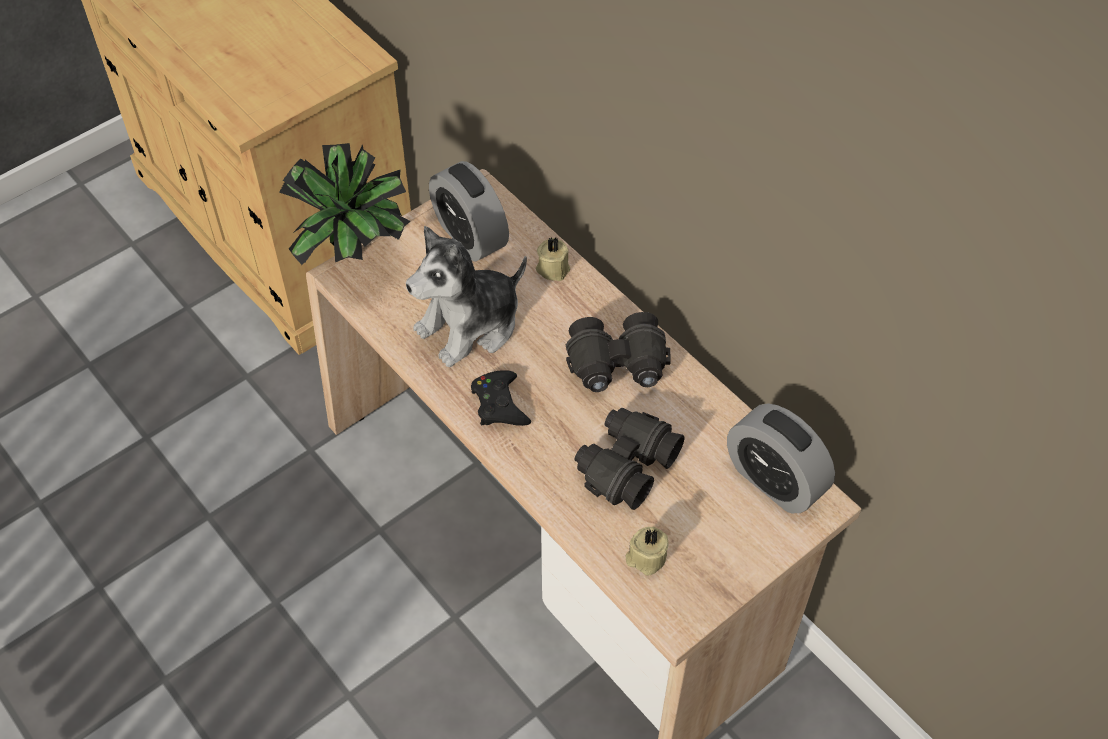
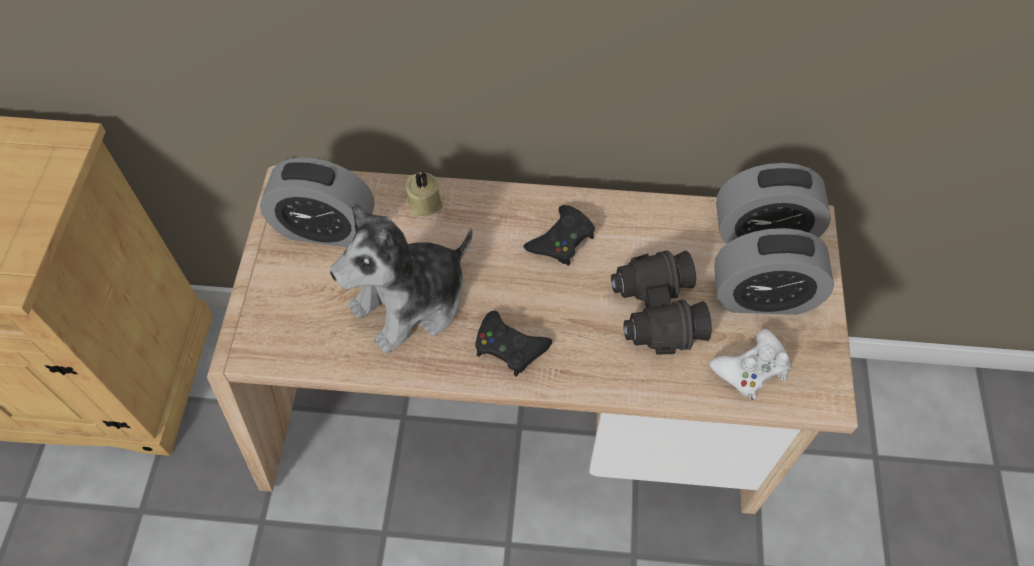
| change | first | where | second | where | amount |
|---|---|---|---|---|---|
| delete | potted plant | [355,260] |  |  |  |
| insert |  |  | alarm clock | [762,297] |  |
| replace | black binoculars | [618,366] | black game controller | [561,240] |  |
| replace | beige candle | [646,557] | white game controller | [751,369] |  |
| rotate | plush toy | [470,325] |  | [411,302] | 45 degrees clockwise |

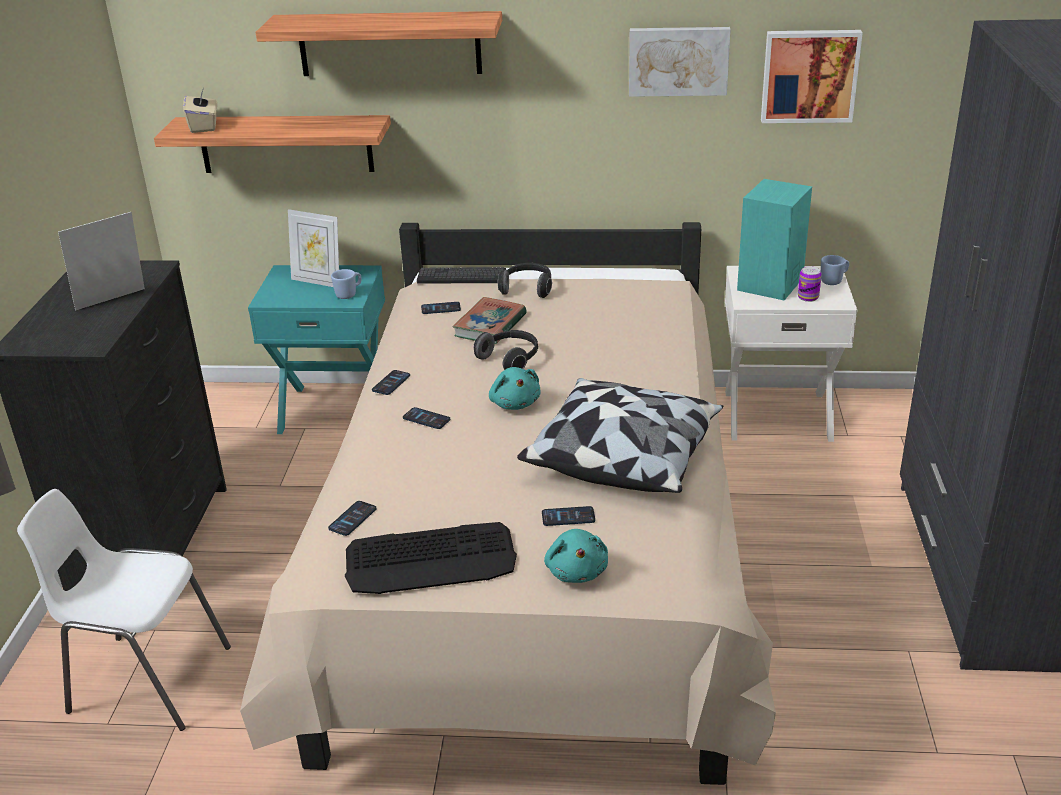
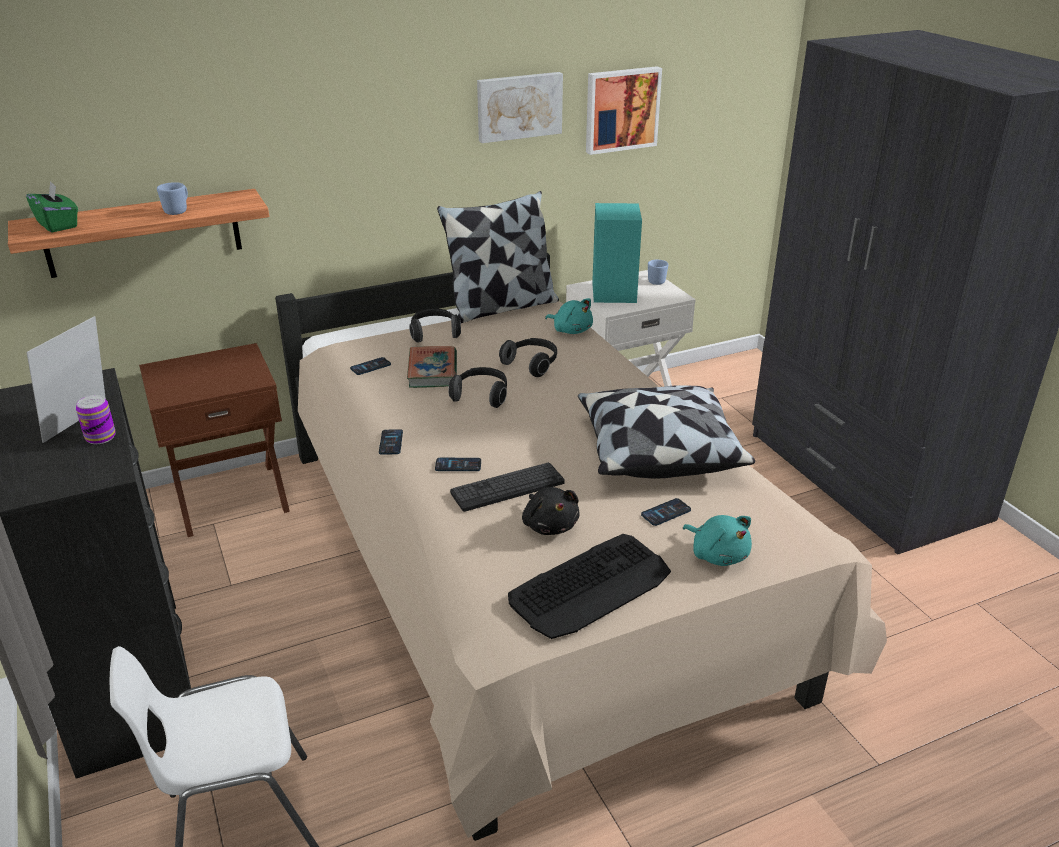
| change | first | where | second | where | amount |
|---|---|---|---|---|---|
| delete | shelf | [389,44] |  |  |  |
| delete | picture frame | [318,281] |  |  |  |
| delete | phone | [352,519] |  |  |  |
| insert |  |  | pillow | [501,307] |  |
| insert |  |  | headphones | [531,364] |  |
| insert |  |  | black plush toy | [549,525] |  |
| move | blue mug | [349,294] |  | [178,211] |  |
| move | keyboard | [461,277] |  | [507,488] |  |
| move | turquoise plush toy | [515,403] |  | [571,330] |  |
| move | can | [808,297] |  | [100,437] |  |
| recolor | beige tissue box | [204,126] | green tissue box | [58,224] |  |
| recolor | turquoise nightstand | [335,409] | brown nightstand | [231,497] |  |

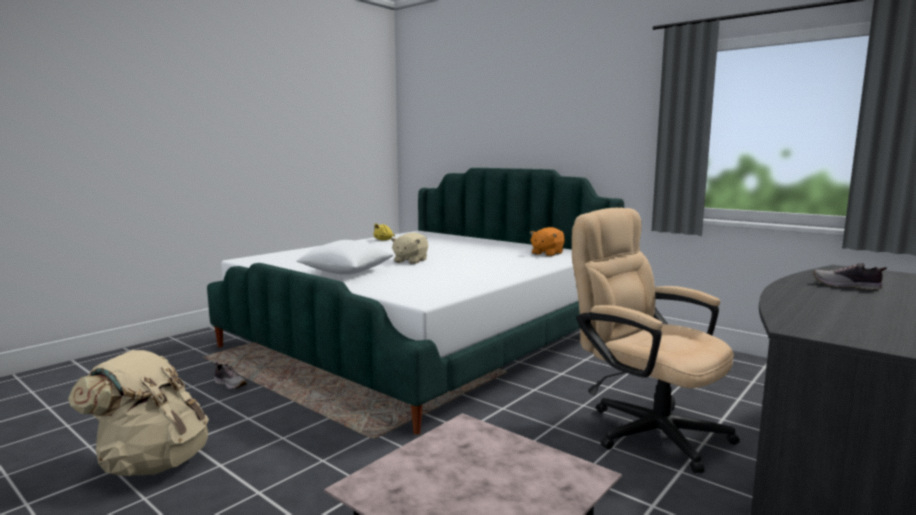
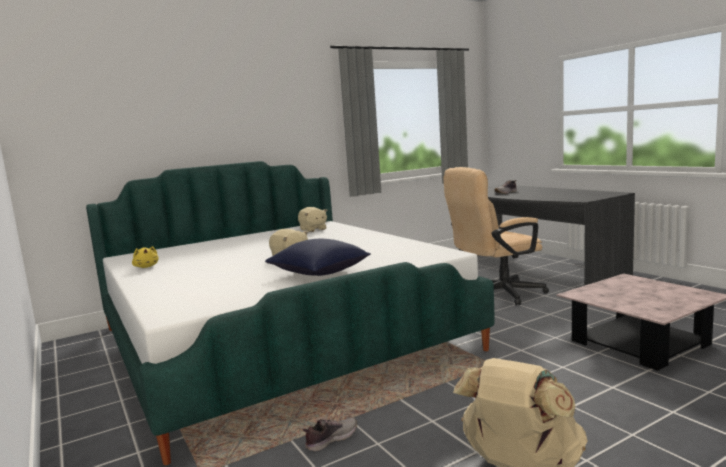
| change | first | where | second | where | amount |
|---|---|---|---|---|---|
| recolor | white pillow | [346,272] | blue pillow | [319,273] |  |
| recolor | orange plush toy | [546,253] | beige plush toy | [313,229] |  |

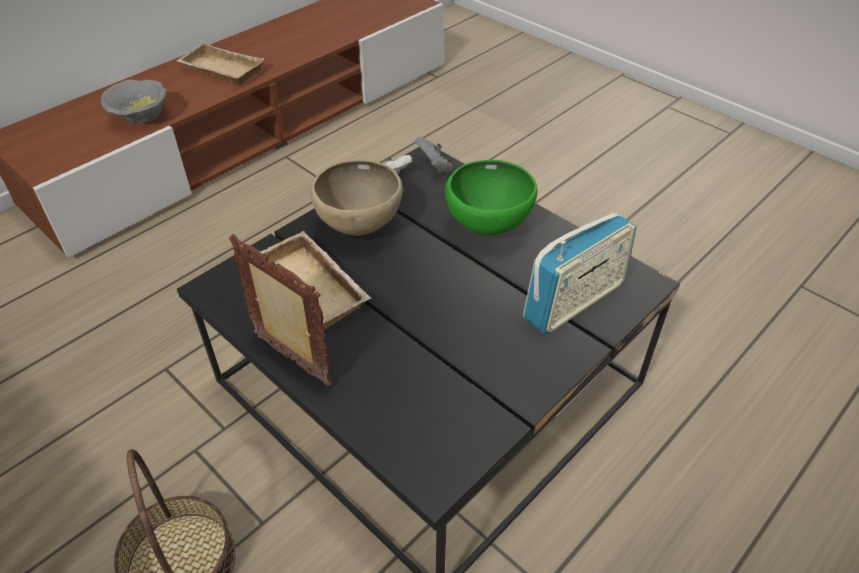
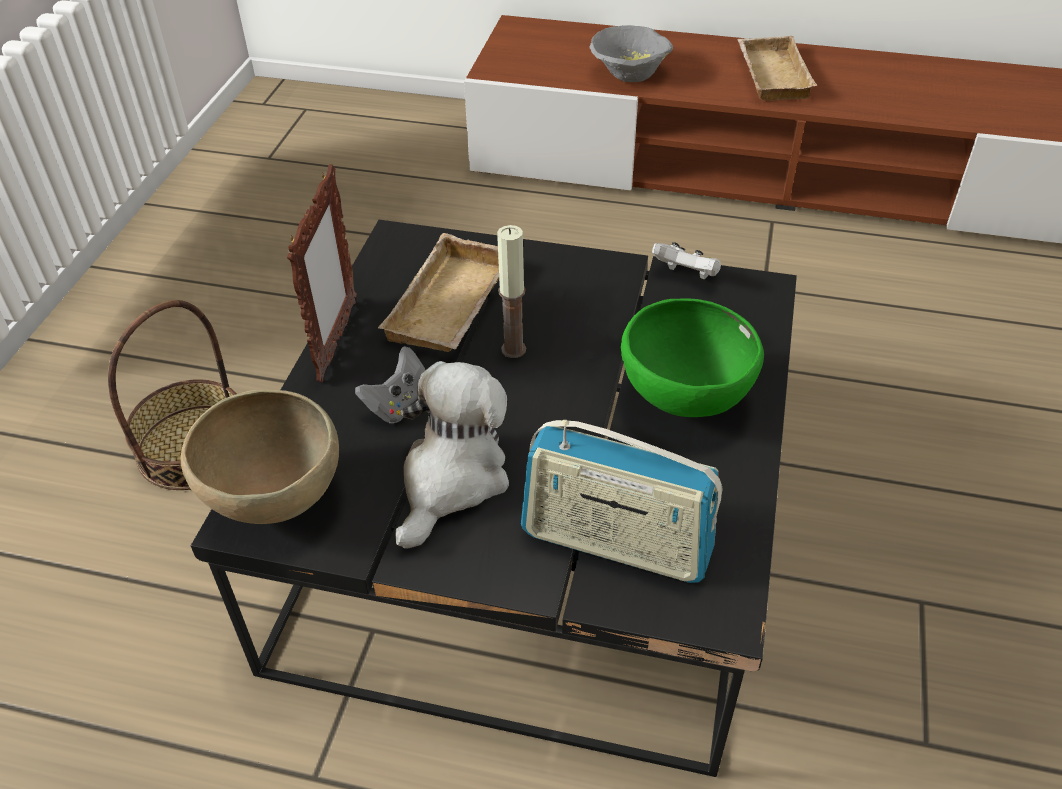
| change | first | where | second | where | amount |
|---|---|---|---|---|---|
| insert |  |  | plush toy | [452,479] |  |
| insert |  |  | candle | [513,349] |  |
| move | brown bowl | [360,227] |  | [275,500] |  |
| move | grey game controller | [434,167] |  | [399,403] |  |

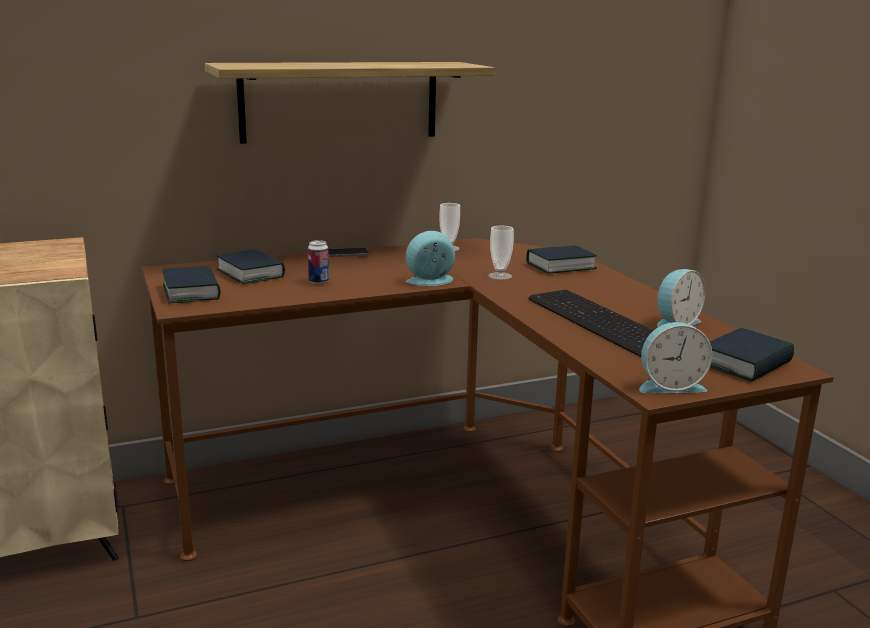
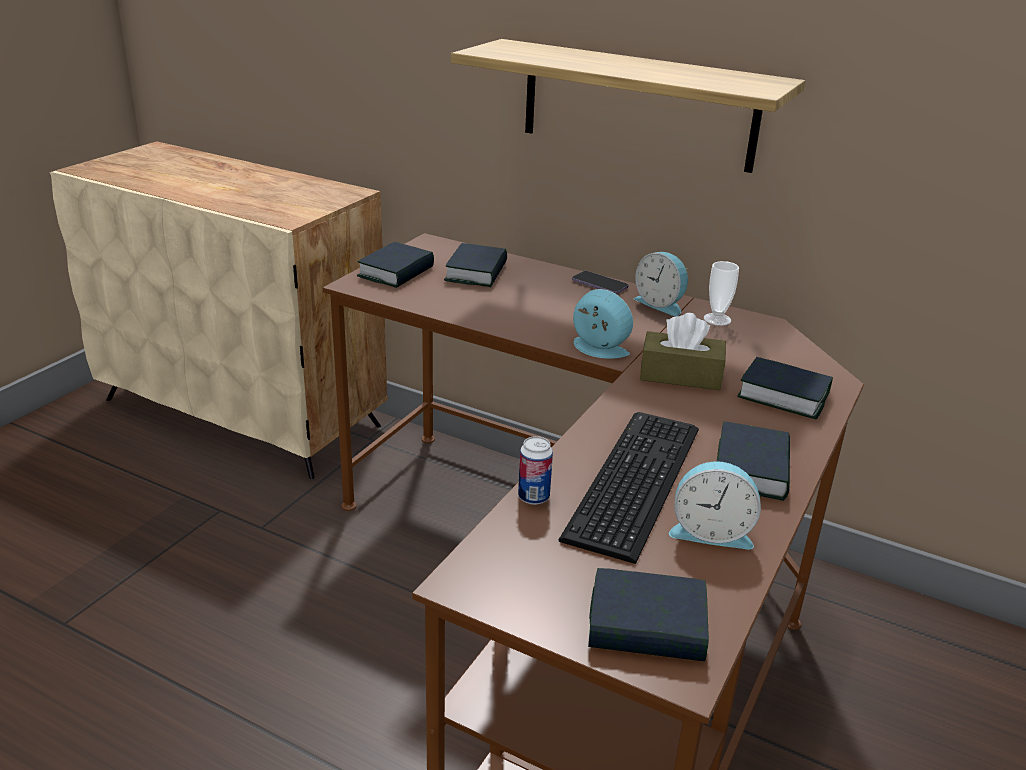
| change | first | where | second | where | amount |
|---|---|---|---|---|---|
| insert |  |  | book | [751,470] |  |
| move | can | [318,282] |  | [533,497] |  |
| move | alarm clock | [669,386] |  | [661,304] |  |
| replace | cup | [500,276] | brown tissue box | [680,375] |  |

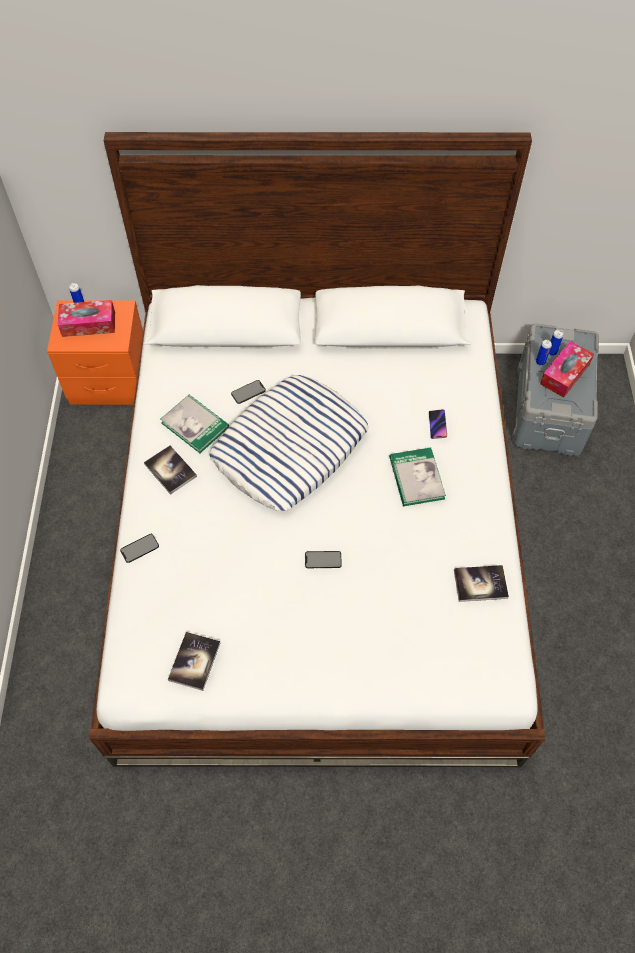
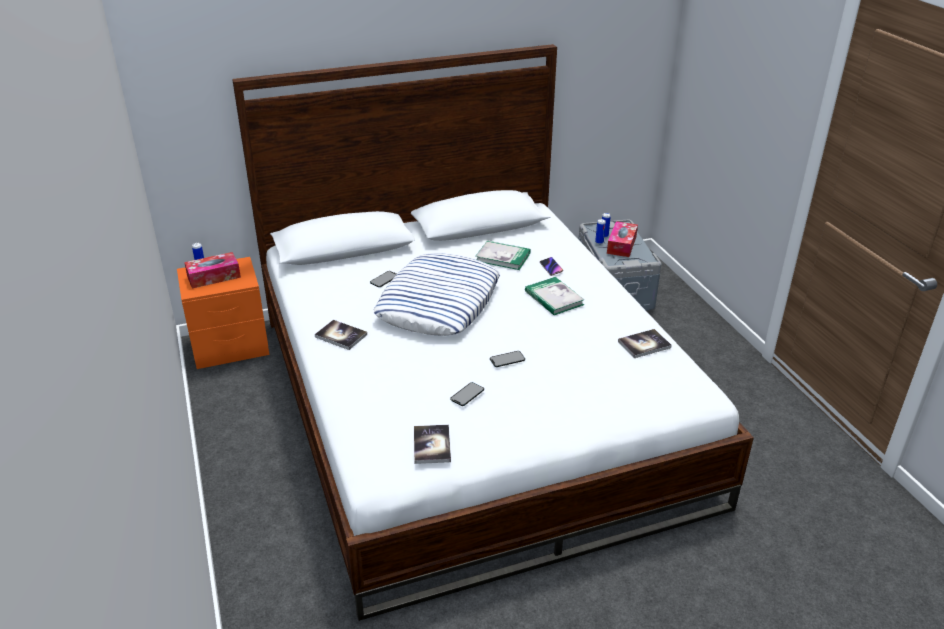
| change | first | where | second | where | amount |
|---|---|---|---|---|---|
| move | phone | [139,548] |  | [467,394] |  |
| move | book | [195,425] |  | [503,257] |  |

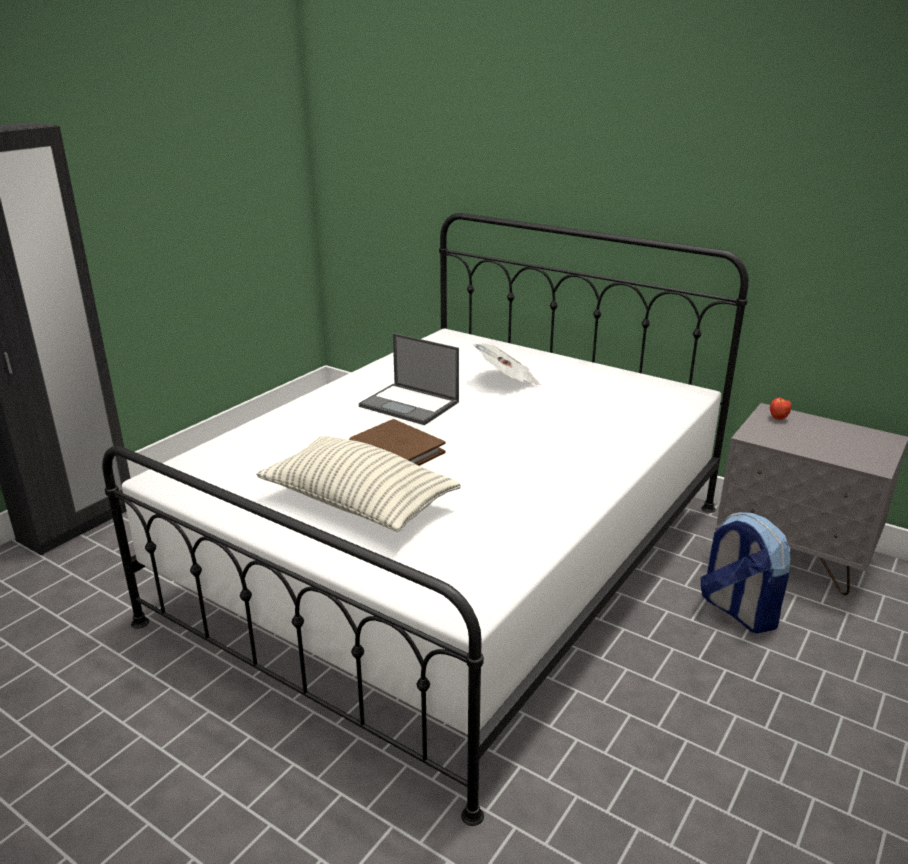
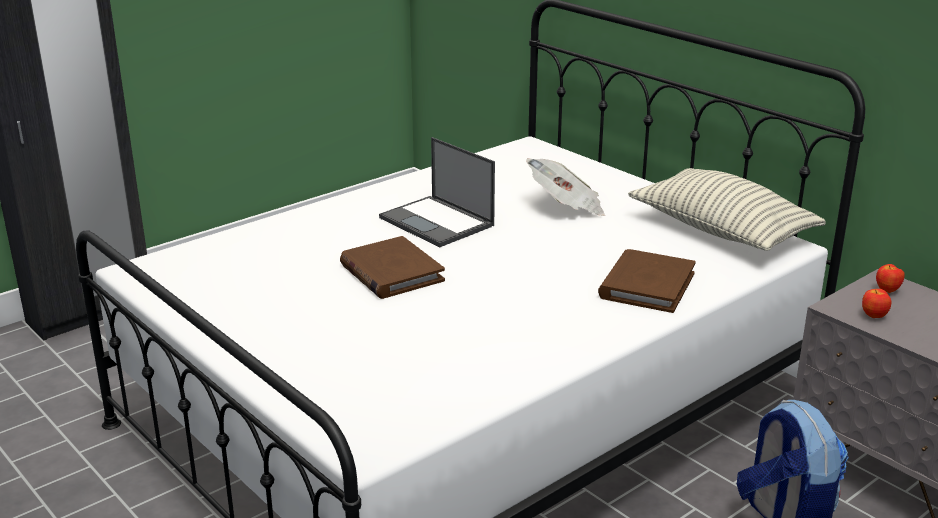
| change | first | where | second | where | amount |
|---|---|---|---|---|---|
| insert |  |  | brown book | [646,285] |  |
| insert |  |  | apple | [874,316] |  |
| move | pillow | [358,503] |  | [721,231] |  |

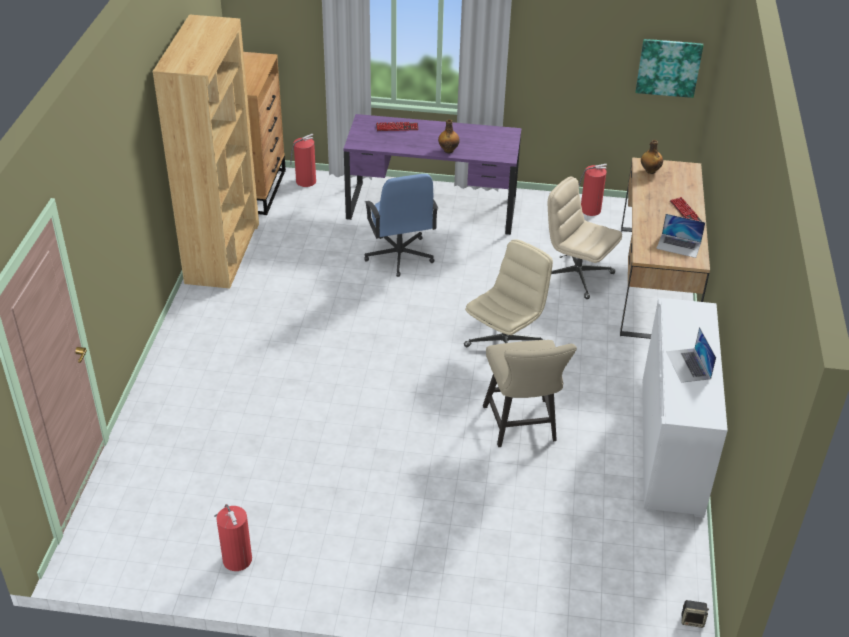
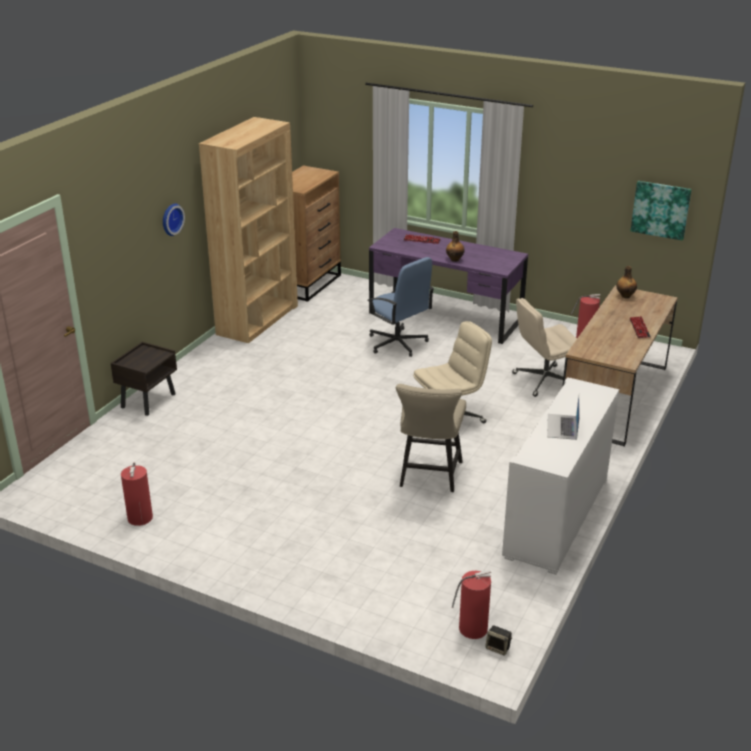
| change | first | where | second | where | amount |
|---|---|---|---|---|---|
| delete | laptop | [679,245] |  |  |  |
| insert |  |  | brown nightstand | [148,400] |  |
| insert |  |  | wall clock | [171,219] |  |
| move | fire extinguisher | [305,181] |  | [471,628] |  |
| rotate | blue office chair | [399,256] |  | [397,343] | 45 degrees counterclockwise |
| rotate | beige office chair | [576,276] |  | [544,381] | 75 degrees counterclockwise |

